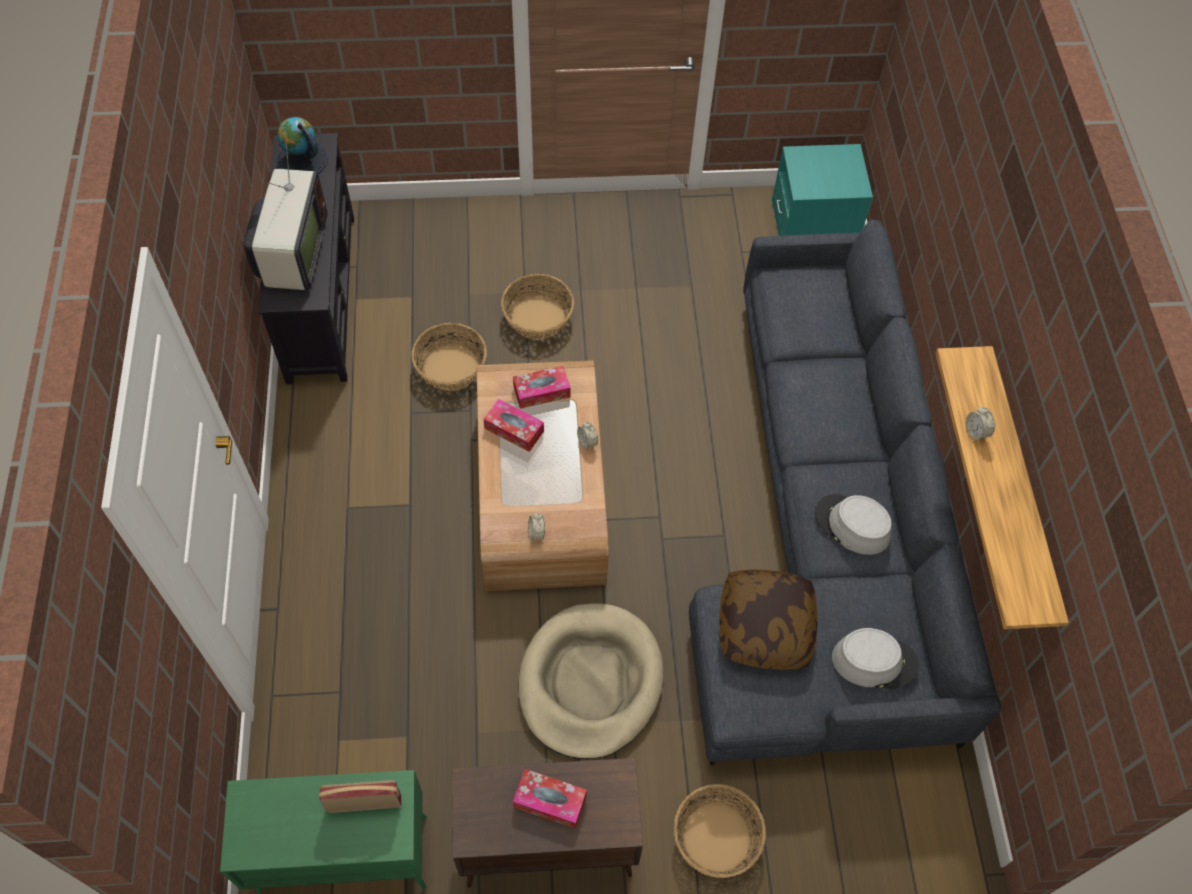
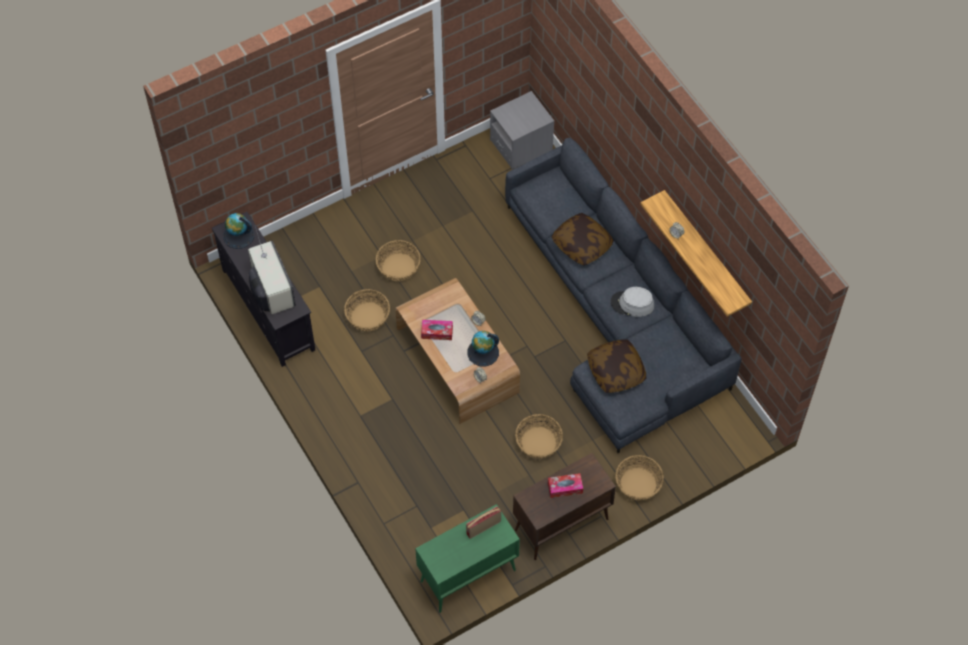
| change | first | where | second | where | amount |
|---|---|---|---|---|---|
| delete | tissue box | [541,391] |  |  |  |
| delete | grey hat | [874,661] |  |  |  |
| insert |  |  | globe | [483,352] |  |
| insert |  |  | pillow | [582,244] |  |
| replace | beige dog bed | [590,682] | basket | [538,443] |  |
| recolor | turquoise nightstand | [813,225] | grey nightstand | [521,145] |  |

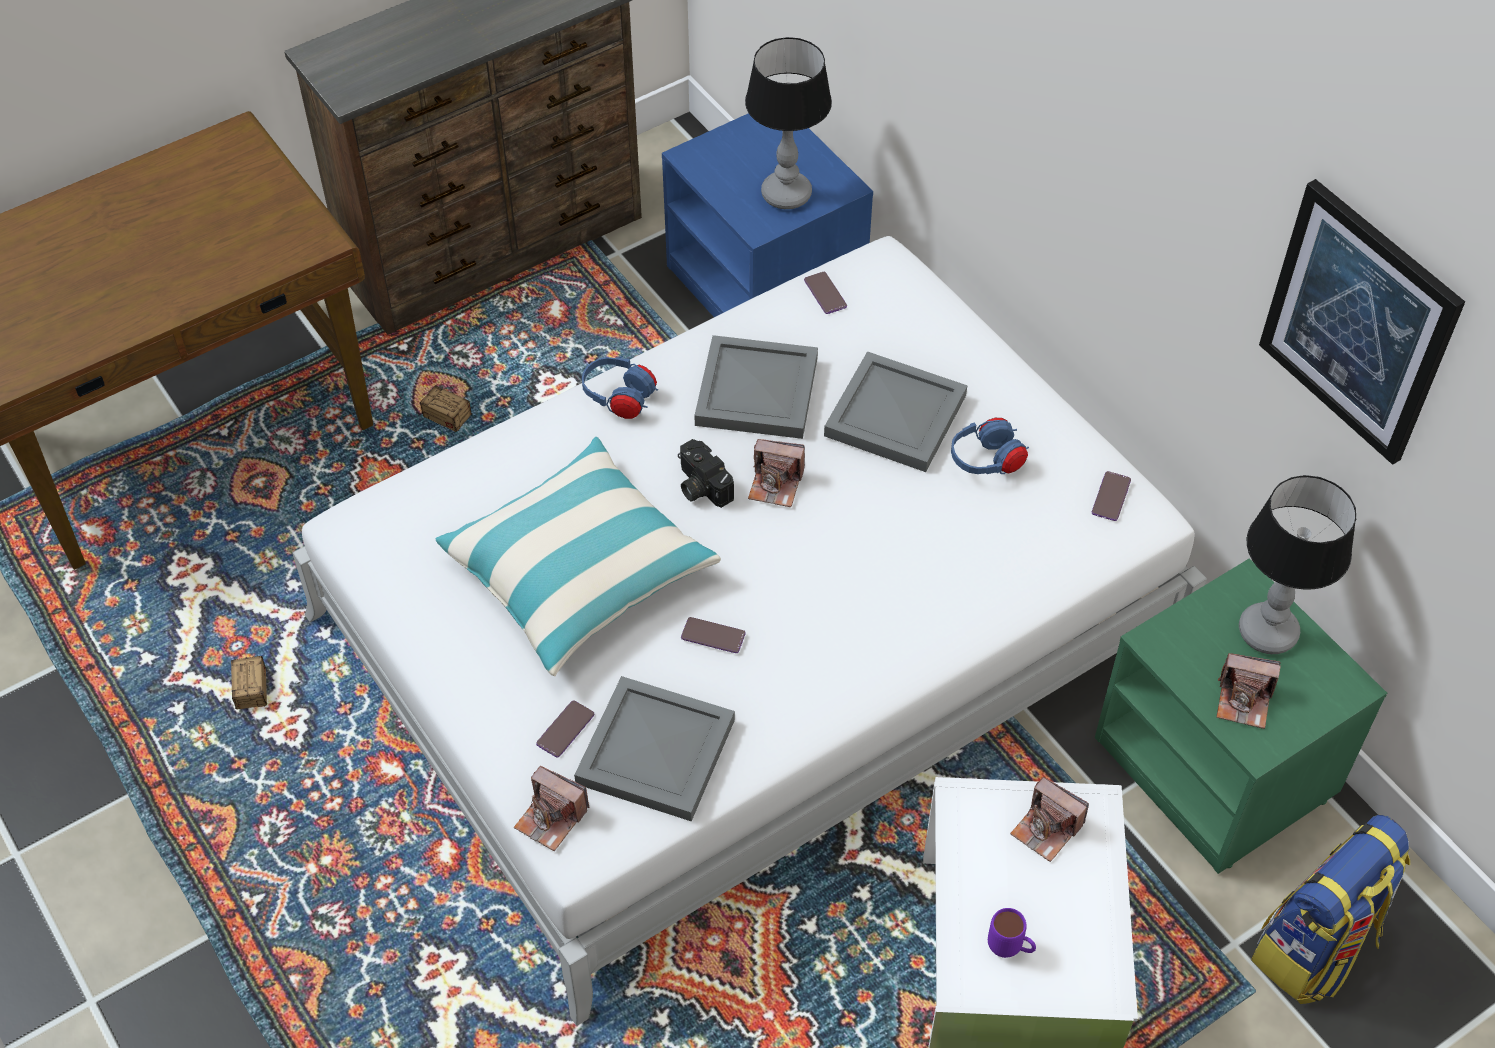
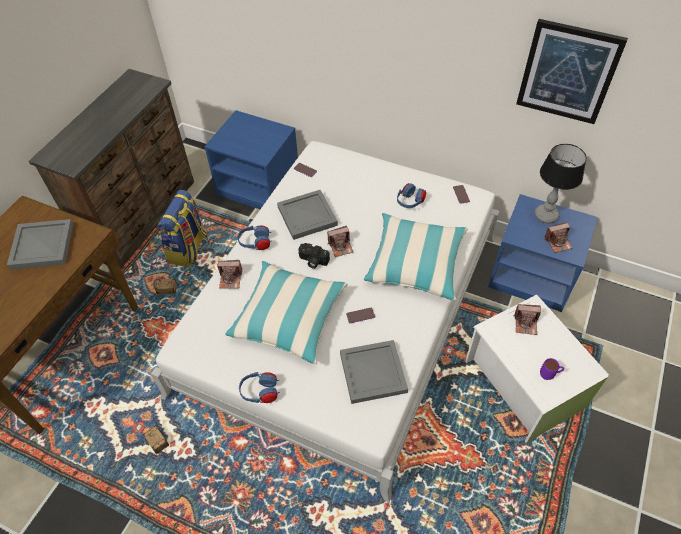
| change | first | where | second | where | amount |
|---|---|---|---|---|---|
| delete | phone | [565,729] |  |  |  |
| delete | table lamp | [787,194] |  |  |  |
| insert |  |  | blue headphones | [260,392] |  |
| insert |  |  | pillow | [415,263] |  |
| move | photo camera | [551,818] |  | [230,279] |  |
| move | grey tray | [894,414] |  | [42,245] |  |
| move | backpack | [1315,949] |  | [189,249] |  |
| recolor | green nightstand | [1219,766] | blue nightstand | [533,275] |  |

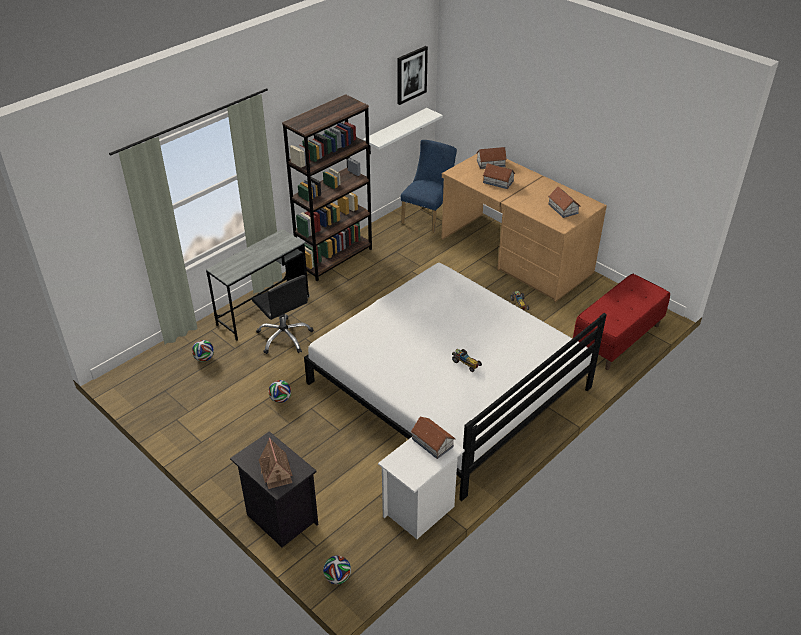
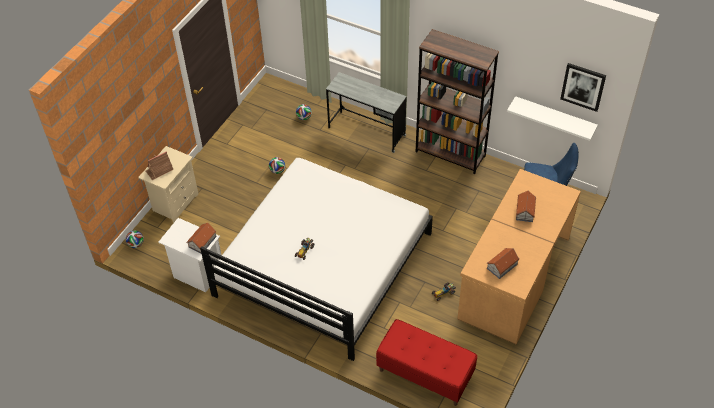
| change | first | where | second | where | amount |
|---|---|---|---|---|---|
| delete | black office chair | [284,337] |  |  |  |
| delete | toy house | [491,163] |  |  |  |
| recolor | black nightstand | [280,518] | beige nightstand | [174,203] |  |

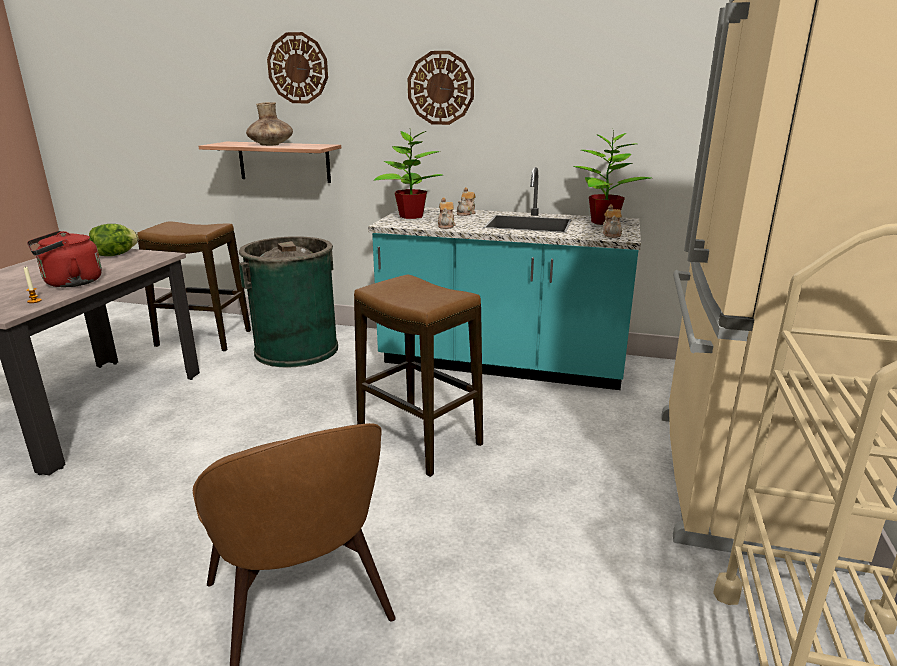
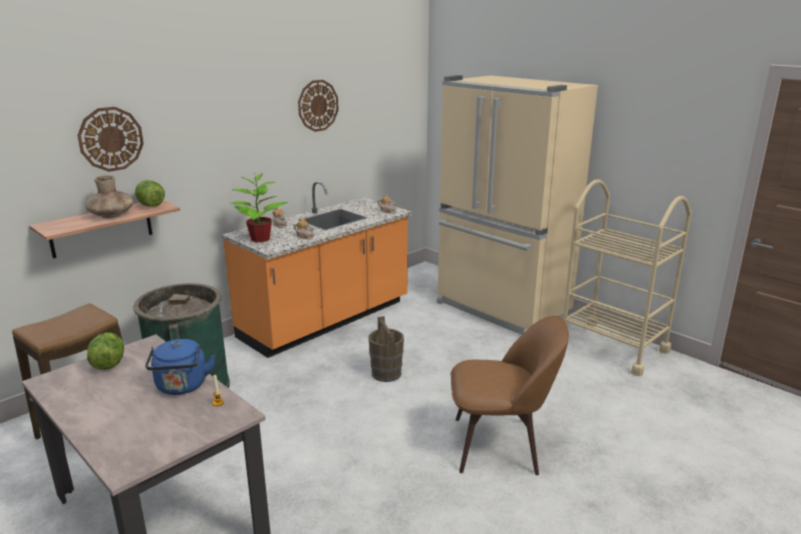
| change | first | where | second | where | amount |
|---|---|---|---|---|---|
| delete | potted plant | [603,222] |  |  |  |
| insert |  |  | lettuce | [150,205] |  |
| move | wall clock | [440,88] |  | [318,105] |  |
| replace | stool | [420,440] | brown bucket | [386,373] |  |
| recolor | red kettle | [70,283] | blue kettle | [182,387] |  |
| recolor | turquoise counter | [502,363] | orange counter | [326,320] |  |

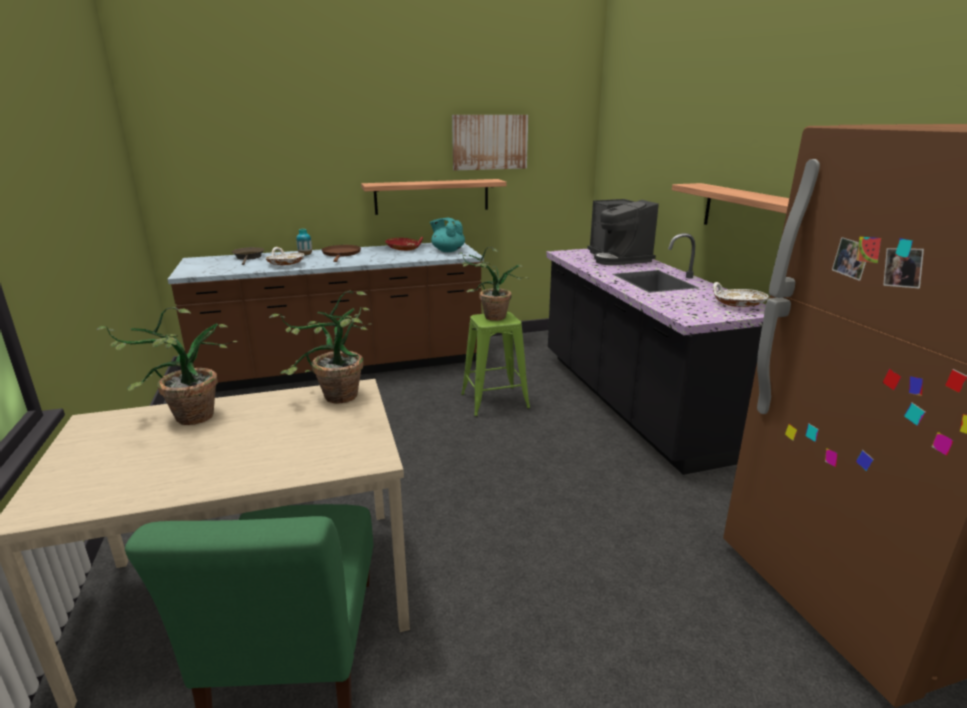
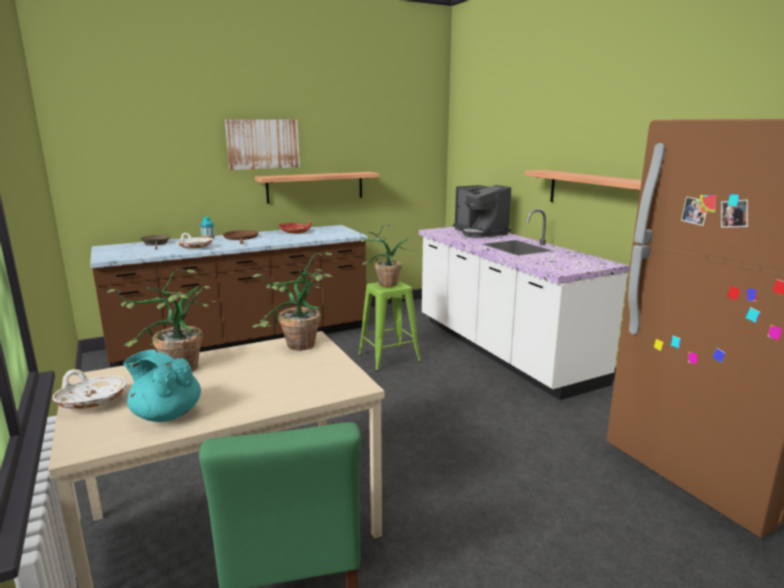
| change | first | where | second | where | amount |
|---|---|---|---|---|---|
| move | turquoise teapot | [447,251] |  | [166,414] |  |
| move | picture | [489,142] |  | [263,144] |  |
| move | white bowl | [737,305] |  | [92,401] |  |
| recolor | black counter | [632,402] | white counter | [502,350] |  |

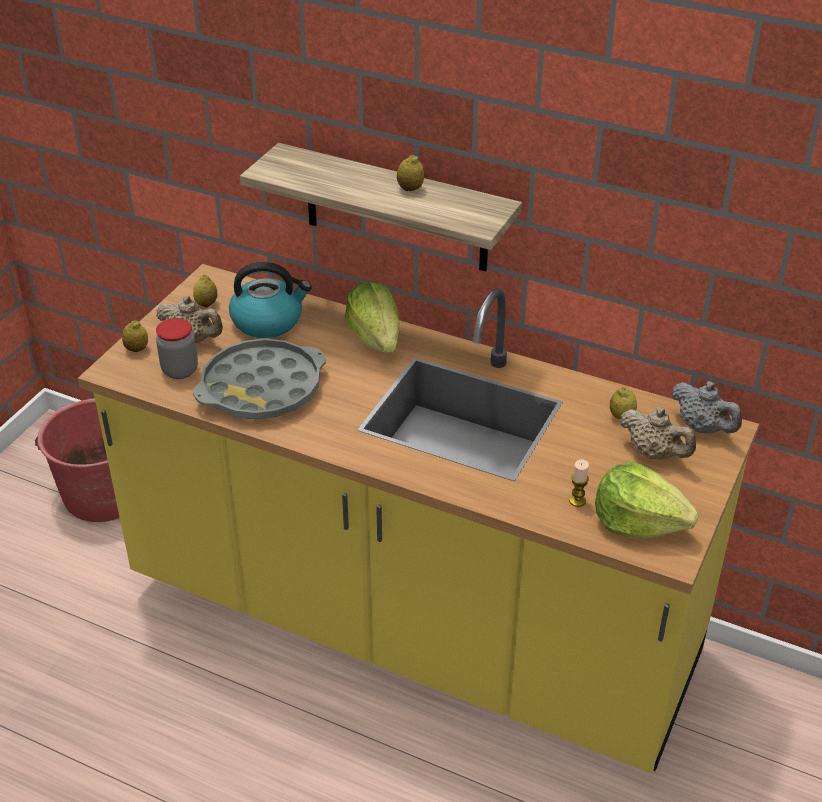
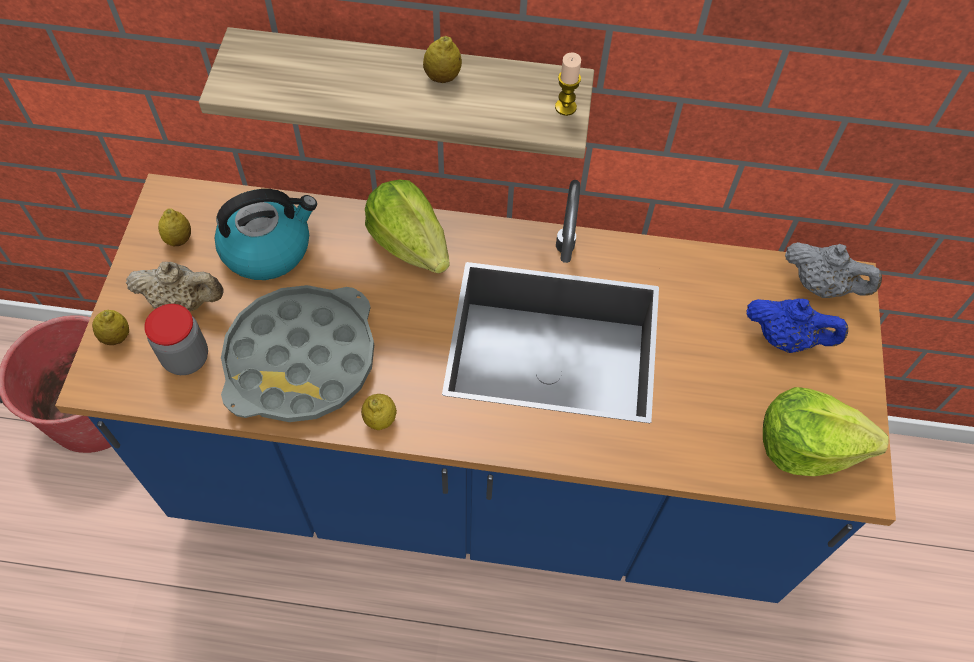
| change | first | where | second | where | amount |
|---|---|---|---|---|---|
| move | candle | [577,500] |  | [565,107] |  |
| move | lemon | [621,416] |  | [380,419] |  |
| recolor | yellow counter | [411,623] | blue counter | [480,482] |  |
| recolor | beige teapot | [654,454] | blue teapot | [786,338] |  |

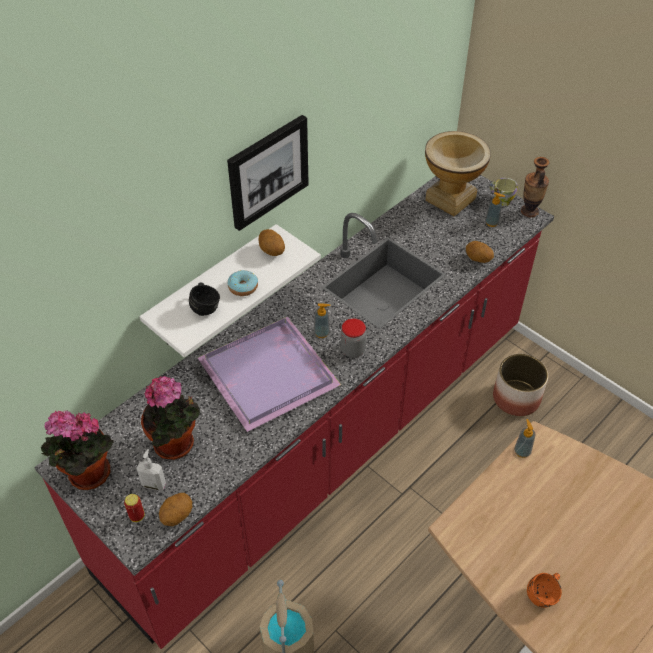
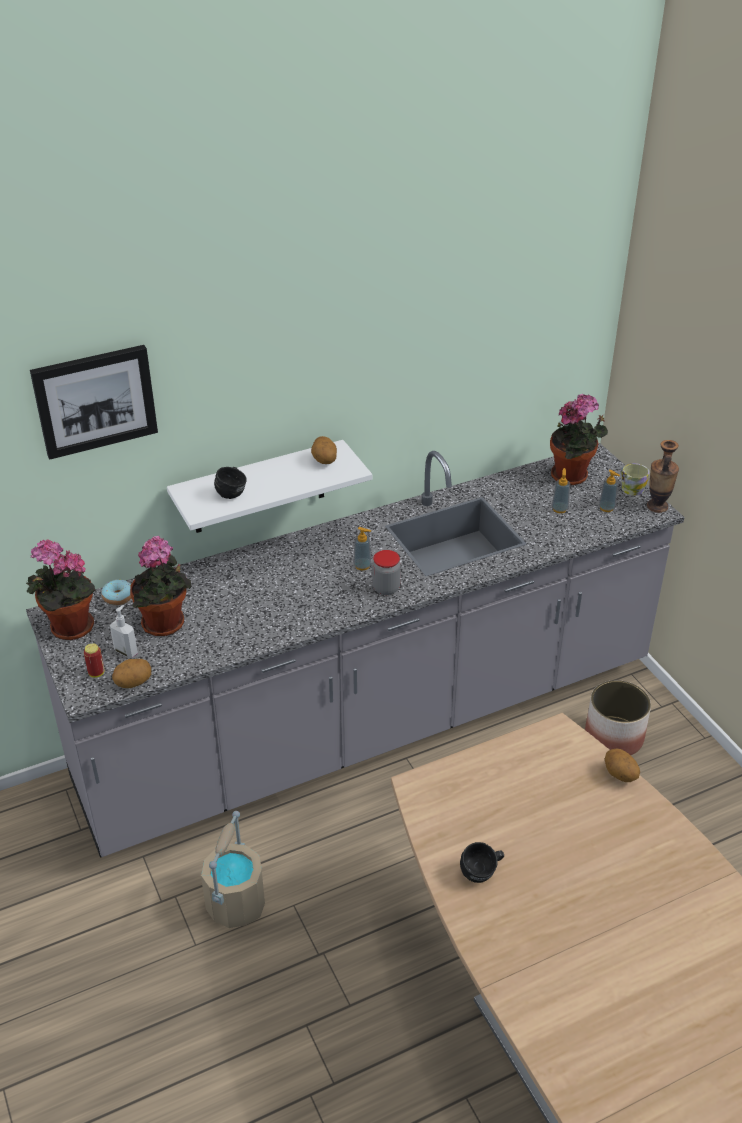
| change | first | where | second | where | amount |
|---|---|---|---|---|---|
| delete | purple tray | [271,374] |  |  |  |
| move | picture | [267,171] |  | [95,400] |  |
| move | donut | [243,287] |  | [118,597] |  |
| move | potato | [477,259] |  | [619,775] |  |
| move | soap dispenser | [522,451] |  | [559,509] |  |
| replace | vase | [451,199] | potted plant | [572,477] |  |
| recolor | red counter | [326,444] | grey counter | [371,724] |  |
| recolor | orange mug | [544,595] | black mug | [482,873] |  |

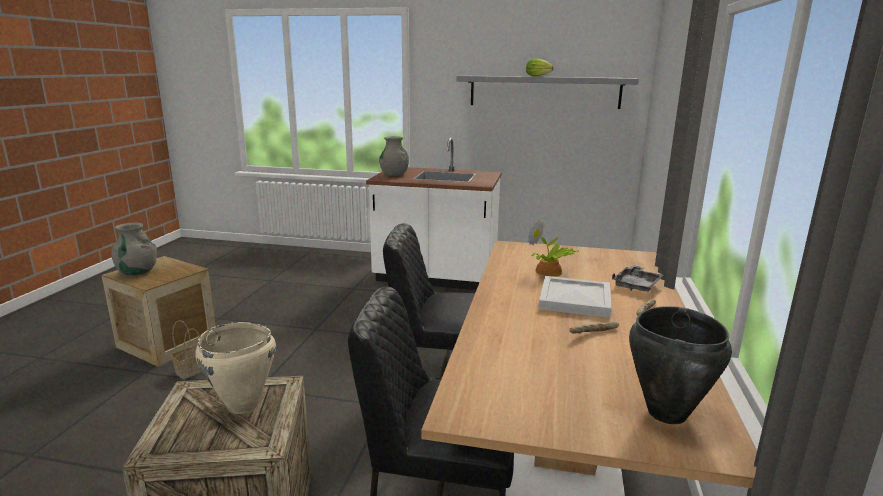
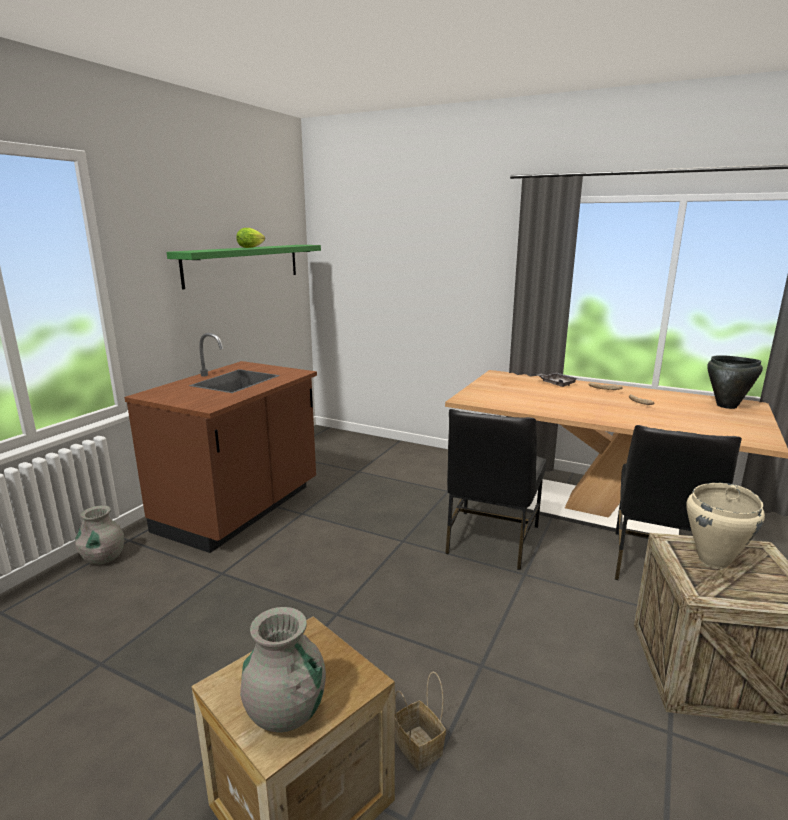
| change | first | where | second | where | amount |
|---|---|---|---|---|---|
| delete | potted plant | [549,272] |  |  |  |
| delete | white tray | [573,300] |  |  |  |
| move | grey vase | [394,174] |  | [104,558] |  |
| recolor | white counter | [436,277] | brown counter | [240,509] |  |
| recolor | grey shelf | [544,92] | green shelf | [244,264] |  |

